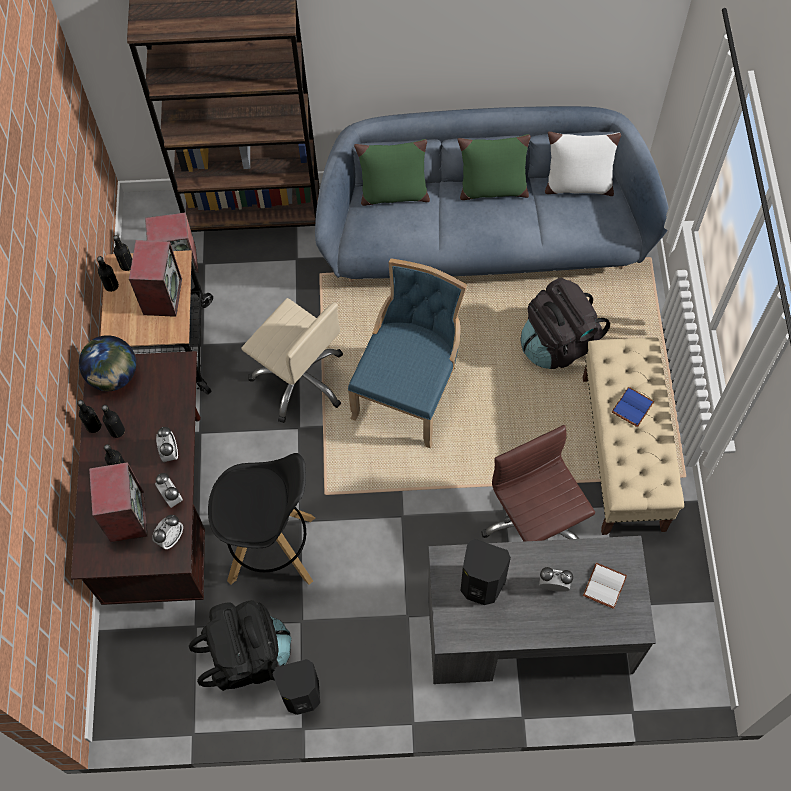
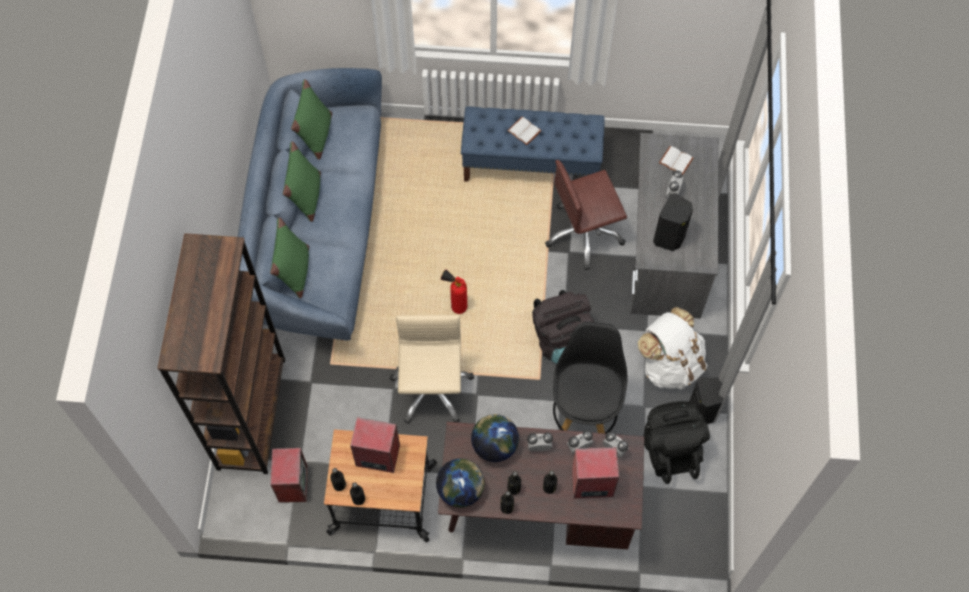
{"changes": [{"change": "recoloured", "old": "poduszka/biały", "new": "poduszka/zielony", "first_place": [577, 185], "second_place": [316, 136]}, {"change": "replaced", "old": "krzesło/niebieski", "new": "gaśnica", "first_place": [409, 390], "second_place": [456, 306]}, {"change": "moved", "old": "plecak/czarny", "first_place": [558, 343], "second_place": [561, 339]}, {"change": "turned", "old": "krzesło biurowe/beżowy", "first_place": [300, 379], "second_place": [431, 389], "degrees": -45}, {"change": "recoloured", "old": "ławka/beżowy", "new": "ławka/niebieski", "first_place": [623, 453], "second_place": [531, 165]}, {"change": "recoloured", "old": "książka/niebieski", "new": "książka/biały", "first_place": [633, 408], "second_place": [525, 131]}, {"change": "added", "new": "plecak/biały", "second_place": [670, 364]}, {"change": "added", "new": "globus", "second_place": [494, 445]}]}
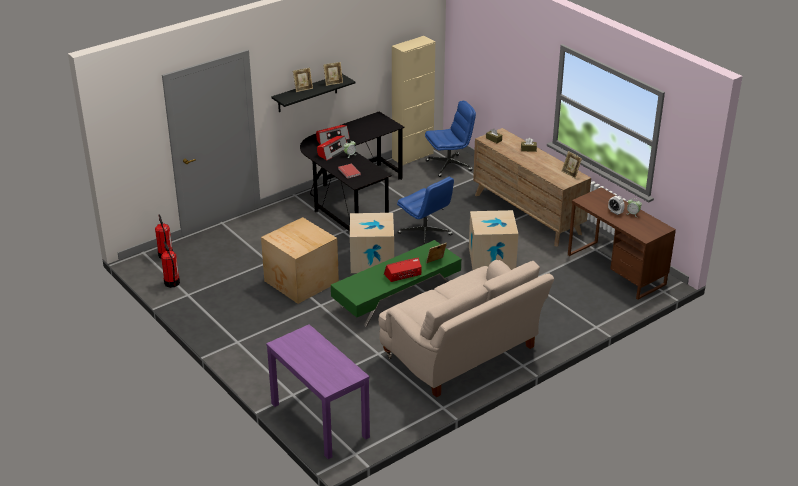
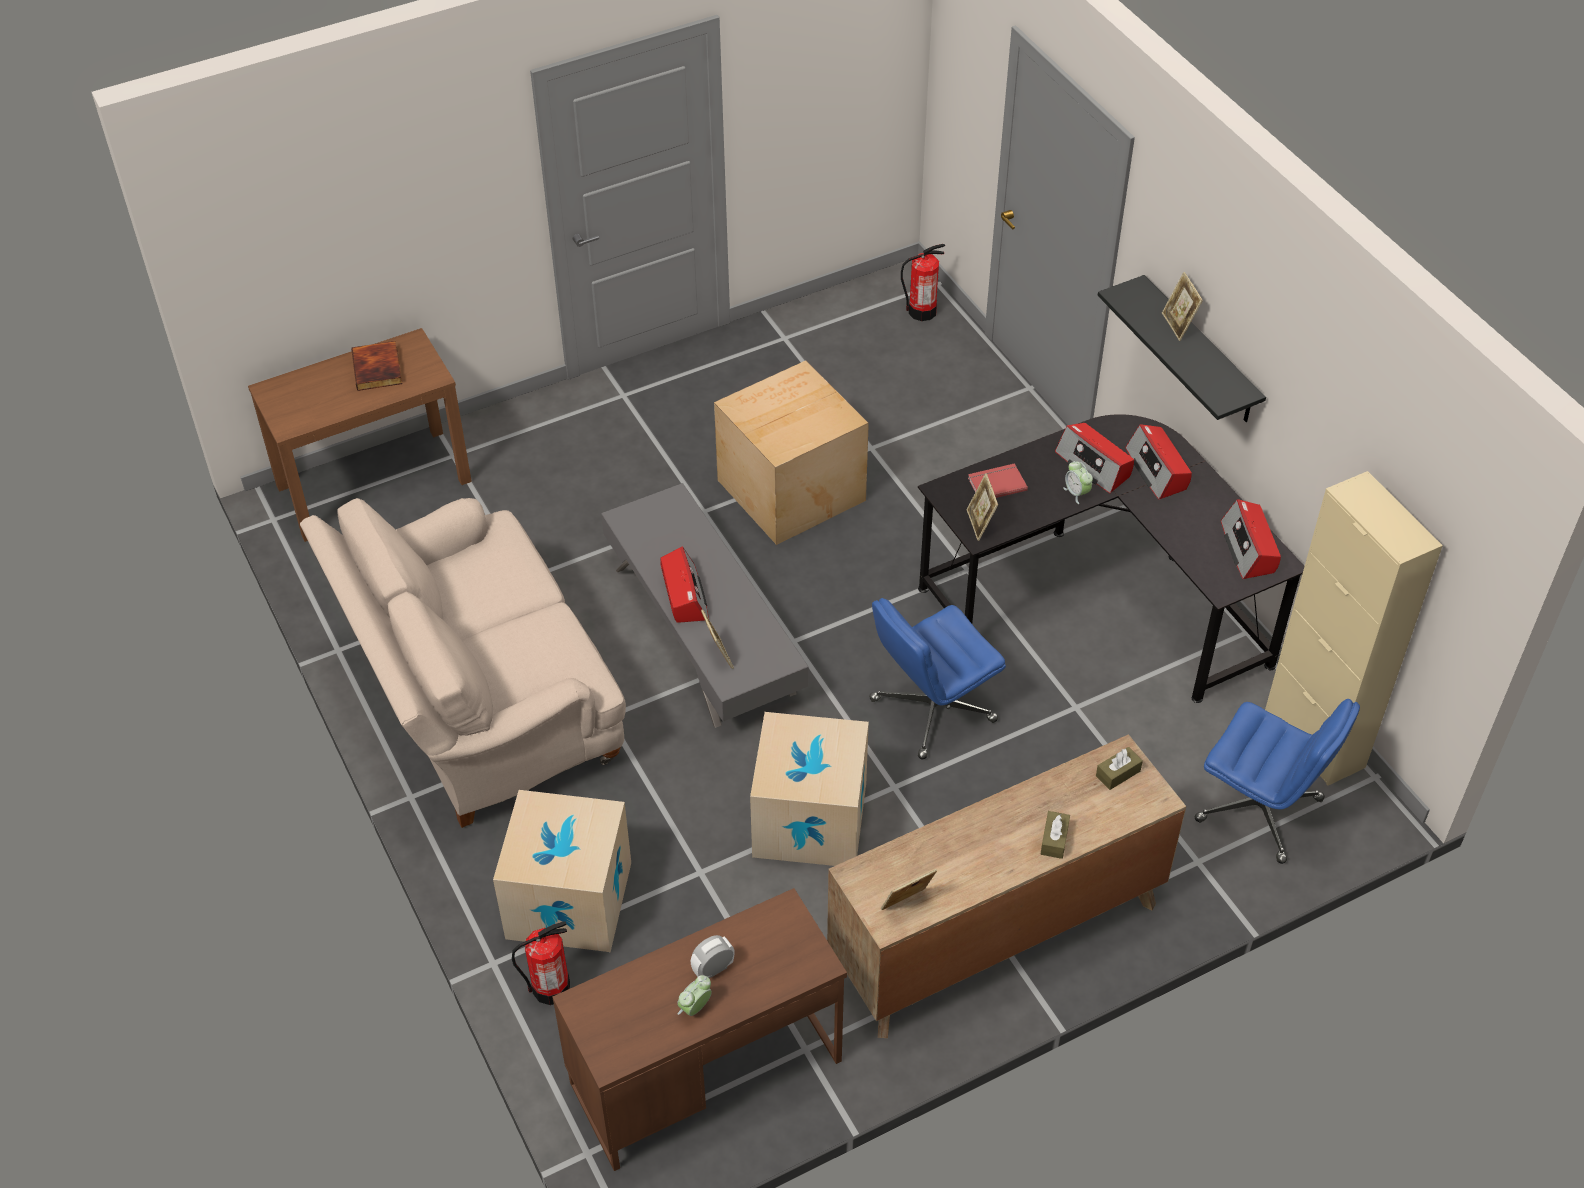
{"changes": [{"change": "moved", "old": "ramka na zdjęcie", "first_place": [333, 83], "second_place": [980, 524]}, {"change": "turned", "old": "krzesło biurowe/niebieski", "first_place": [449, 165], "second_place": [1260, 810], "degrees": -45}, {"change": "moved", "old": "karton", "first_place": [372, 260], "second_place": [569, 900]}, {"change": "recoloured", "old": "ława/zielony", "new": "ława/szary", "first_place": [397, 296], "second_place": [702, 629]}, {"change": "moved", "old": "gaśnica", "first_place": [172, 283], "second_place": [550, 988]}, {"change": "recoloured", "old": "stolik konsolowy/fioletowy", "new": "stolik konsolowy/brązowy", "first_place": [319, 420], "second_place": [374, 483]}, {"change": "added", "new": "książka", "second_place": [378, 369]}, {"change": "added", "new": "radio", "second_place": [1249, 548]}]}
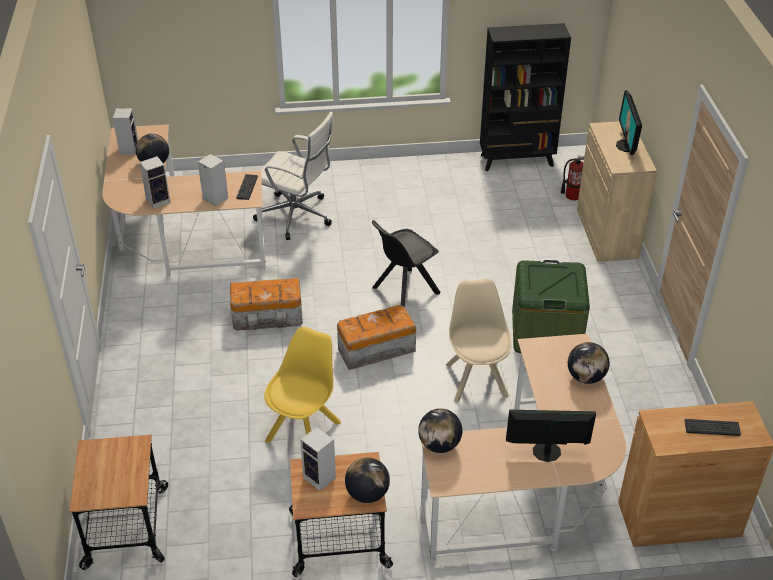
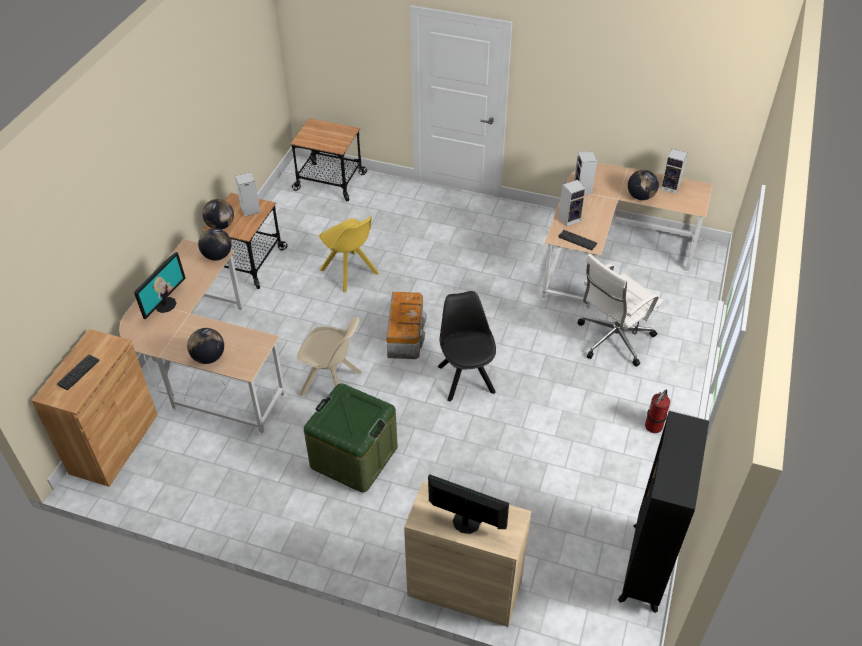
{"changes": [{"change": "moved", "old": "gaśnica", "first_place": [573, 195], "second_place": [654, 426]}, {"change": "removed", "old": "pojemnik do przechowywania", "first_place": [268, 316]}]}
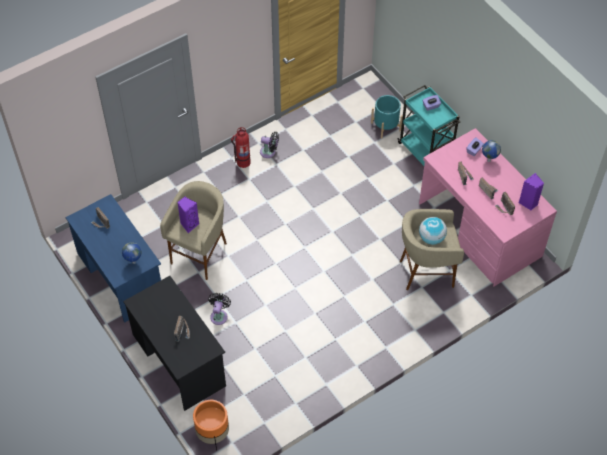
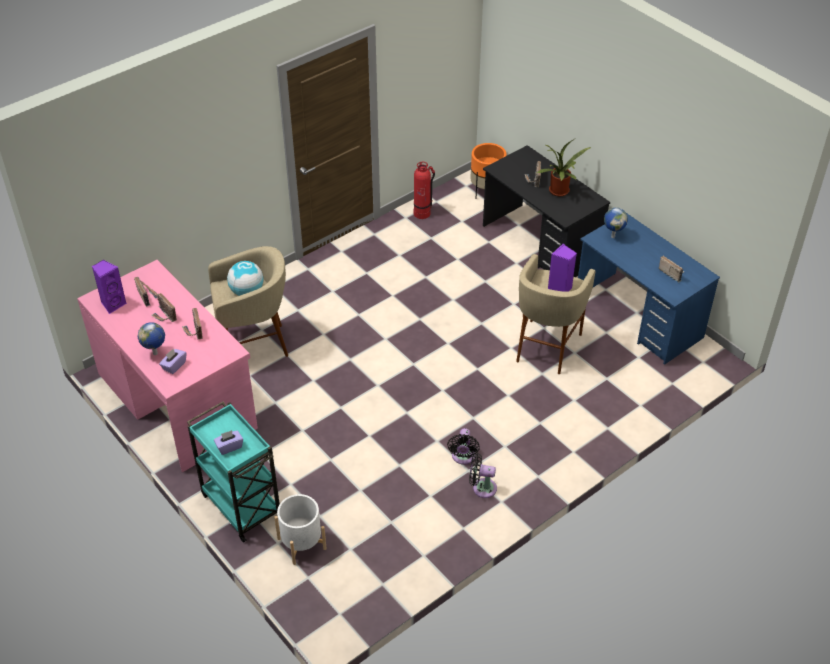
{"changes": [{"change": "recoloured", "old": "donica/turkusowy", "new": "donica/biały", "first_place": [385, 126], "second_place": [301, 543]}, {"change": "moved", "old": "gaśnica", "first_place": [243, 162], "second_place": [422, 213]}, {"change": "moved", "old": "wentylator/czarny", "first_place": [219, 315], "second_place": [463, 457]}, {"change": "added", "new": "roślina doniczkowa", "second_place": [559, 192]}]}
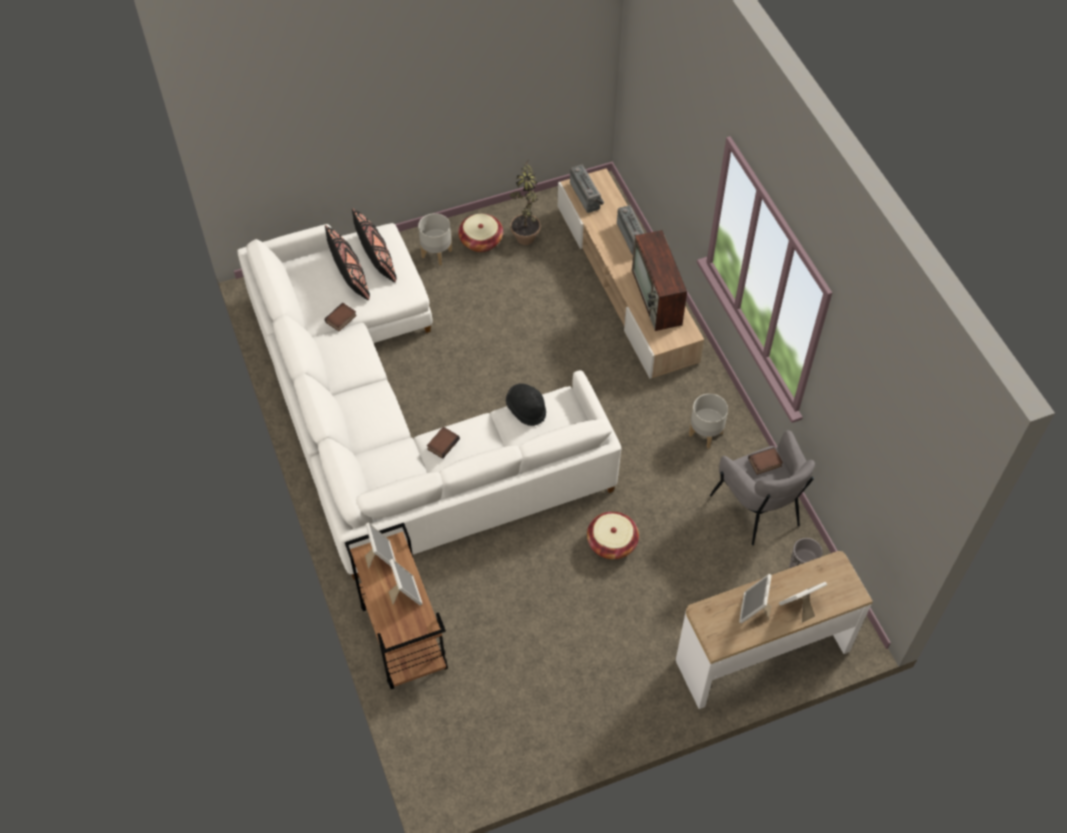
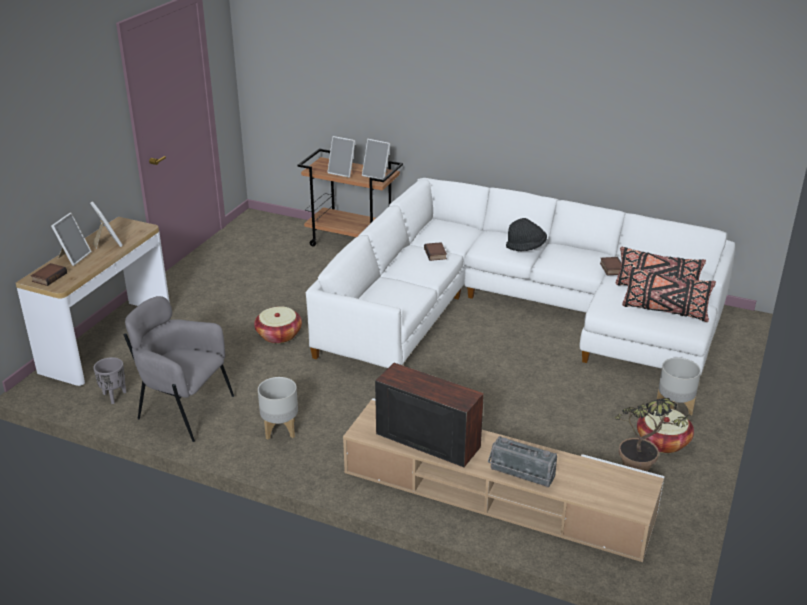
{"changes": [{"change": "removed", "old": "radio", "first_place": [587, 195]}, {"change": "moved", "old": "kapelusz/czarny", "first_place": [526, 409], "second_place": [526, 247]}, {"change": "moved", "old": "książka", "first_place": [765, 463], "second_place": [49, 277]}]}
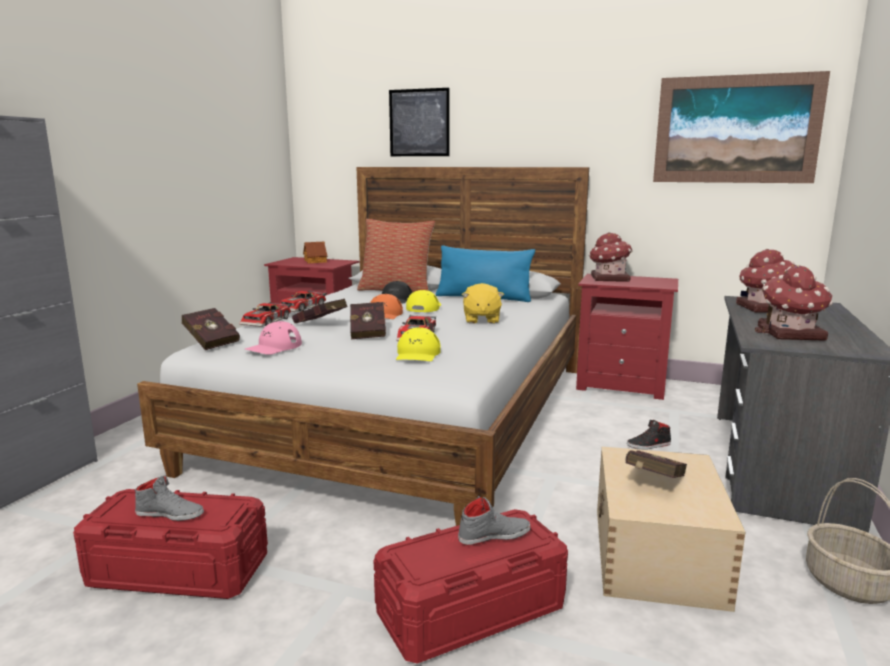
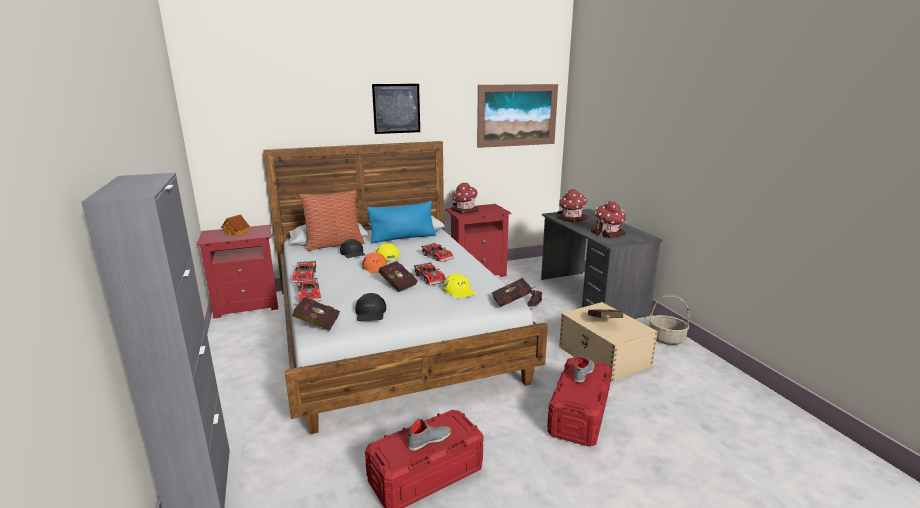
{"changes": [{"change": "moved", "old": "obraz", "first_place": [419, 123], "second_place": [396, 108]}, {"change": "replaced", "old": "pluszak/żółty", "new": "samochodzik", "first_place": [481, 320], "second_place": [438, 256]}, {"change": "moved", "old": "książka/czerwony", "first_place": [321, 324], "second_place": [513, 302]}, {"change": "recoloured", "old": "czapka z daszkiem/różowy", "new": "czapka z daszkiem/czarny", "first_place": [274, 347], "second_place": [370, 313]}]}
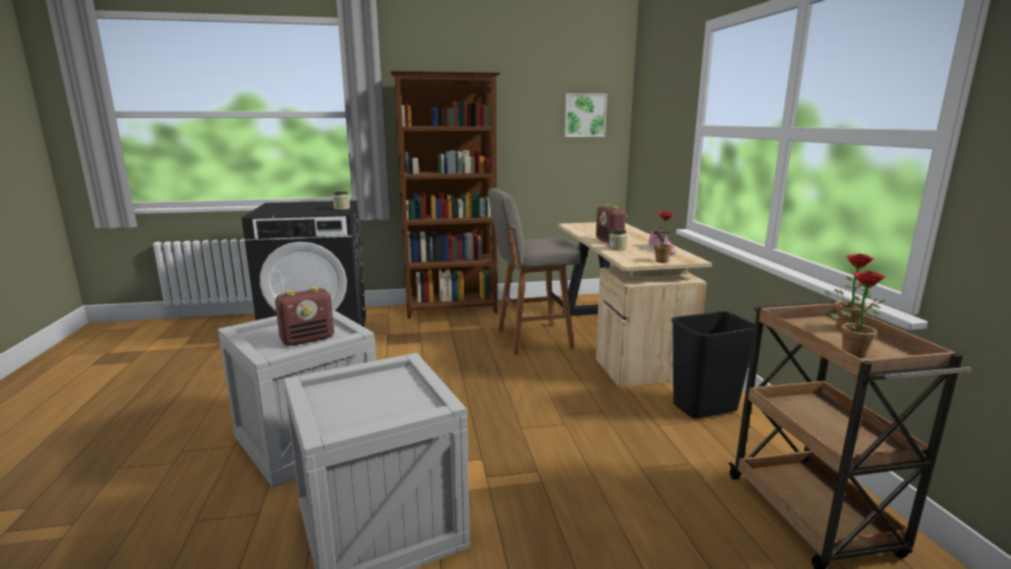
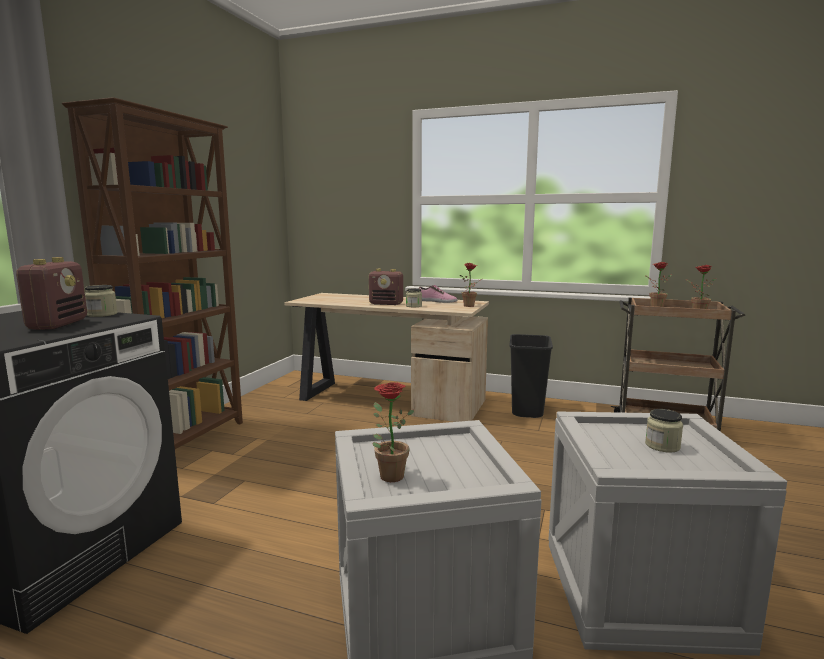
{"changes": [{"change": "removed", "old": "obraz", "first_place": [584, 115]}, {"change": "removed", "old": "stołek/szary", "first_place": [531, 339]}, {"change": "moved", "old": "radio", "first_place": [308, 339], "second_place": [58, 325]}, {"change": "added", "new": "roślina doniczkowa", "second_place": [388, 474]}, {"change": "added", "new": "słoik", "second_place": [662, 446]}]}
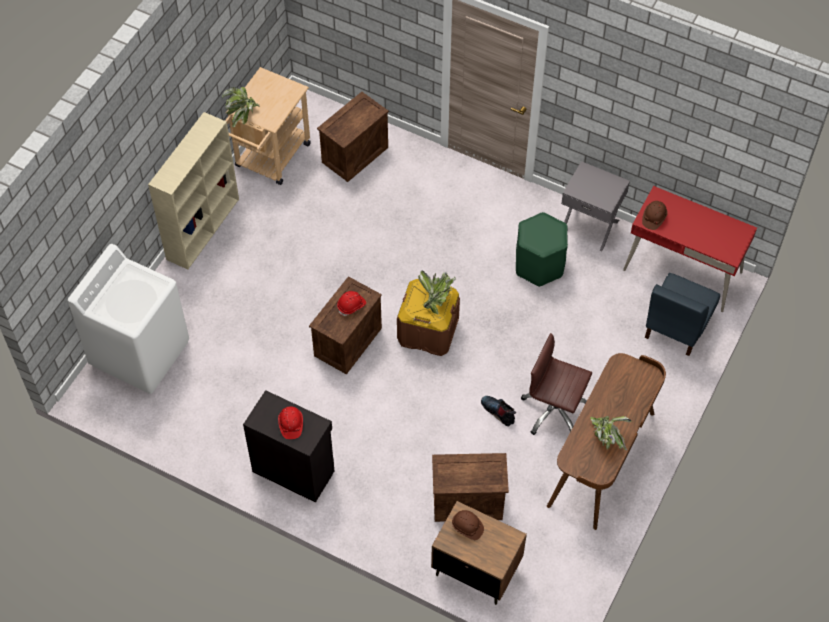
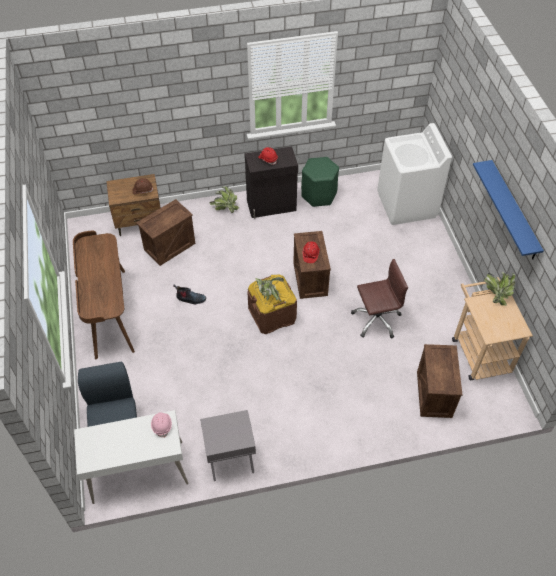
{"changes": [{"change": "removed", "old": "regał/beżowy", "first_place": [203, 228]}, {"change": "recoloured", "old": "biurko/czerwony", "new": "biurko/biały", "first_place": [682, 271], "second_place": [138, 472]}, {"change": "recoloured", "old": "kask/brązowy", "new": "kask/różowy", "first_place": [653, 218], "second_place": [162, 425]}, {"change": "moved", "old": "stołek/zielony", "first_place": [539, 265], "second_place": [318, 195]}, {"change": "moved", "old": "krzesło biurowe/brązowy", "first_place": [554, 411], "second_place": [376, 319]}, {"change": "moved", "old": "roślina doniczkowa", "first_place": [606, 438], "second_place": [225, 208]}, {"change": "added", "new": "półka/niebieski", "second_place": [513, 211]}]}
